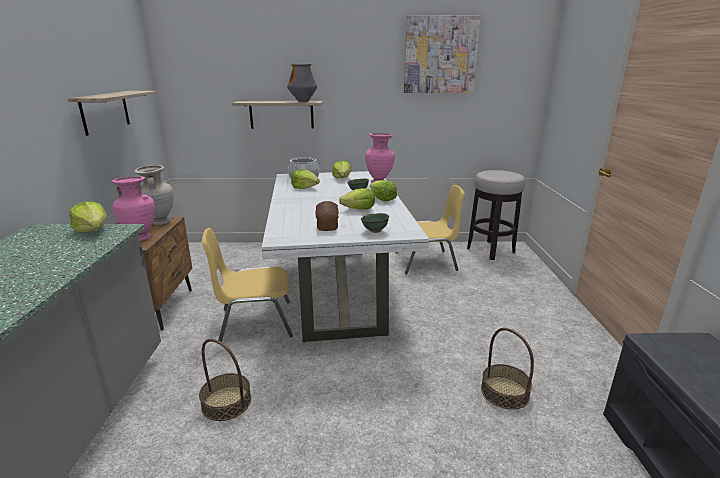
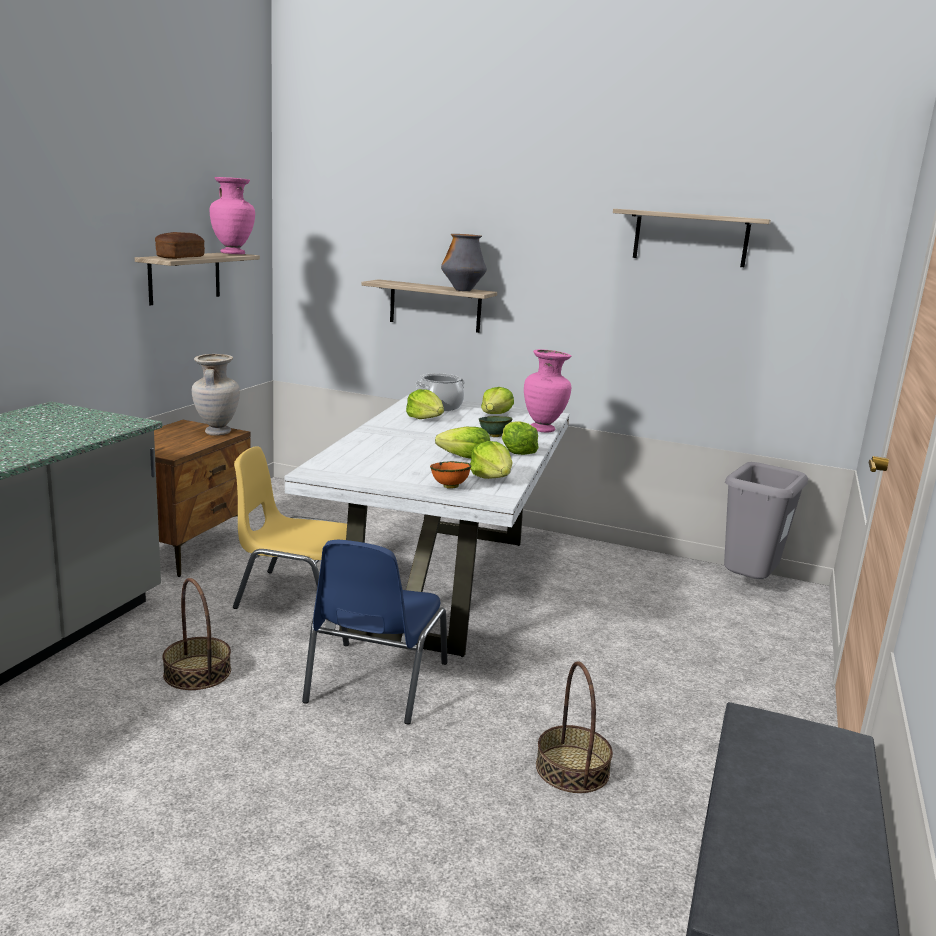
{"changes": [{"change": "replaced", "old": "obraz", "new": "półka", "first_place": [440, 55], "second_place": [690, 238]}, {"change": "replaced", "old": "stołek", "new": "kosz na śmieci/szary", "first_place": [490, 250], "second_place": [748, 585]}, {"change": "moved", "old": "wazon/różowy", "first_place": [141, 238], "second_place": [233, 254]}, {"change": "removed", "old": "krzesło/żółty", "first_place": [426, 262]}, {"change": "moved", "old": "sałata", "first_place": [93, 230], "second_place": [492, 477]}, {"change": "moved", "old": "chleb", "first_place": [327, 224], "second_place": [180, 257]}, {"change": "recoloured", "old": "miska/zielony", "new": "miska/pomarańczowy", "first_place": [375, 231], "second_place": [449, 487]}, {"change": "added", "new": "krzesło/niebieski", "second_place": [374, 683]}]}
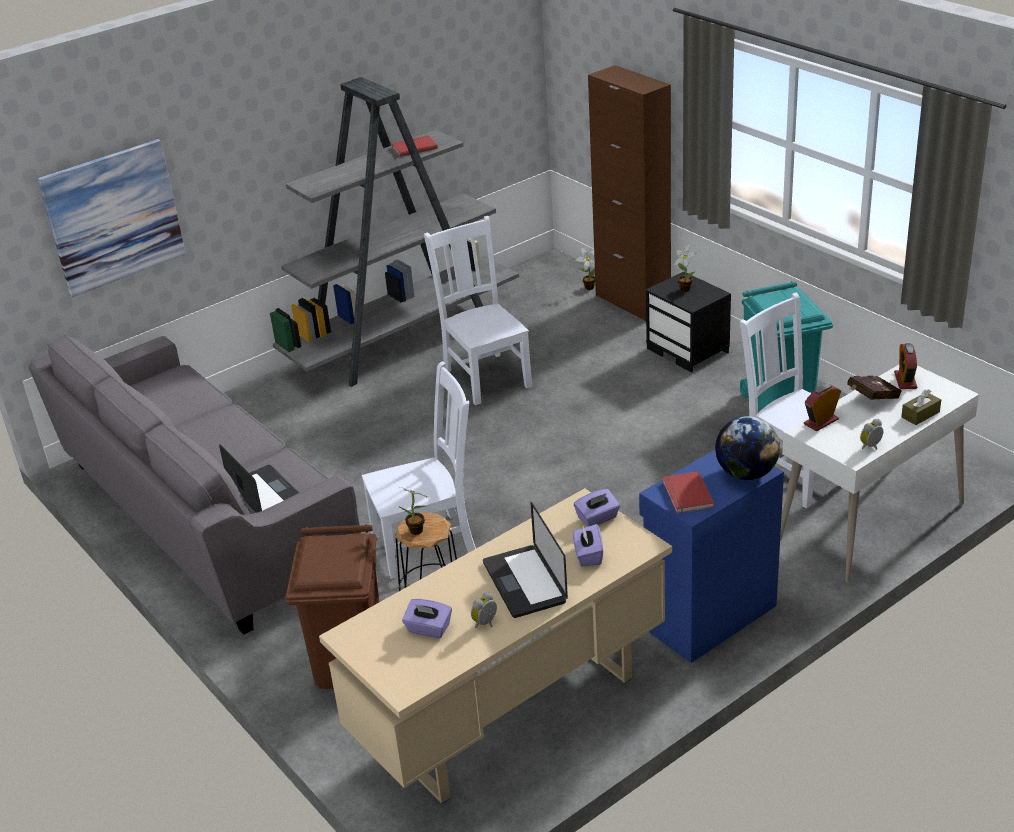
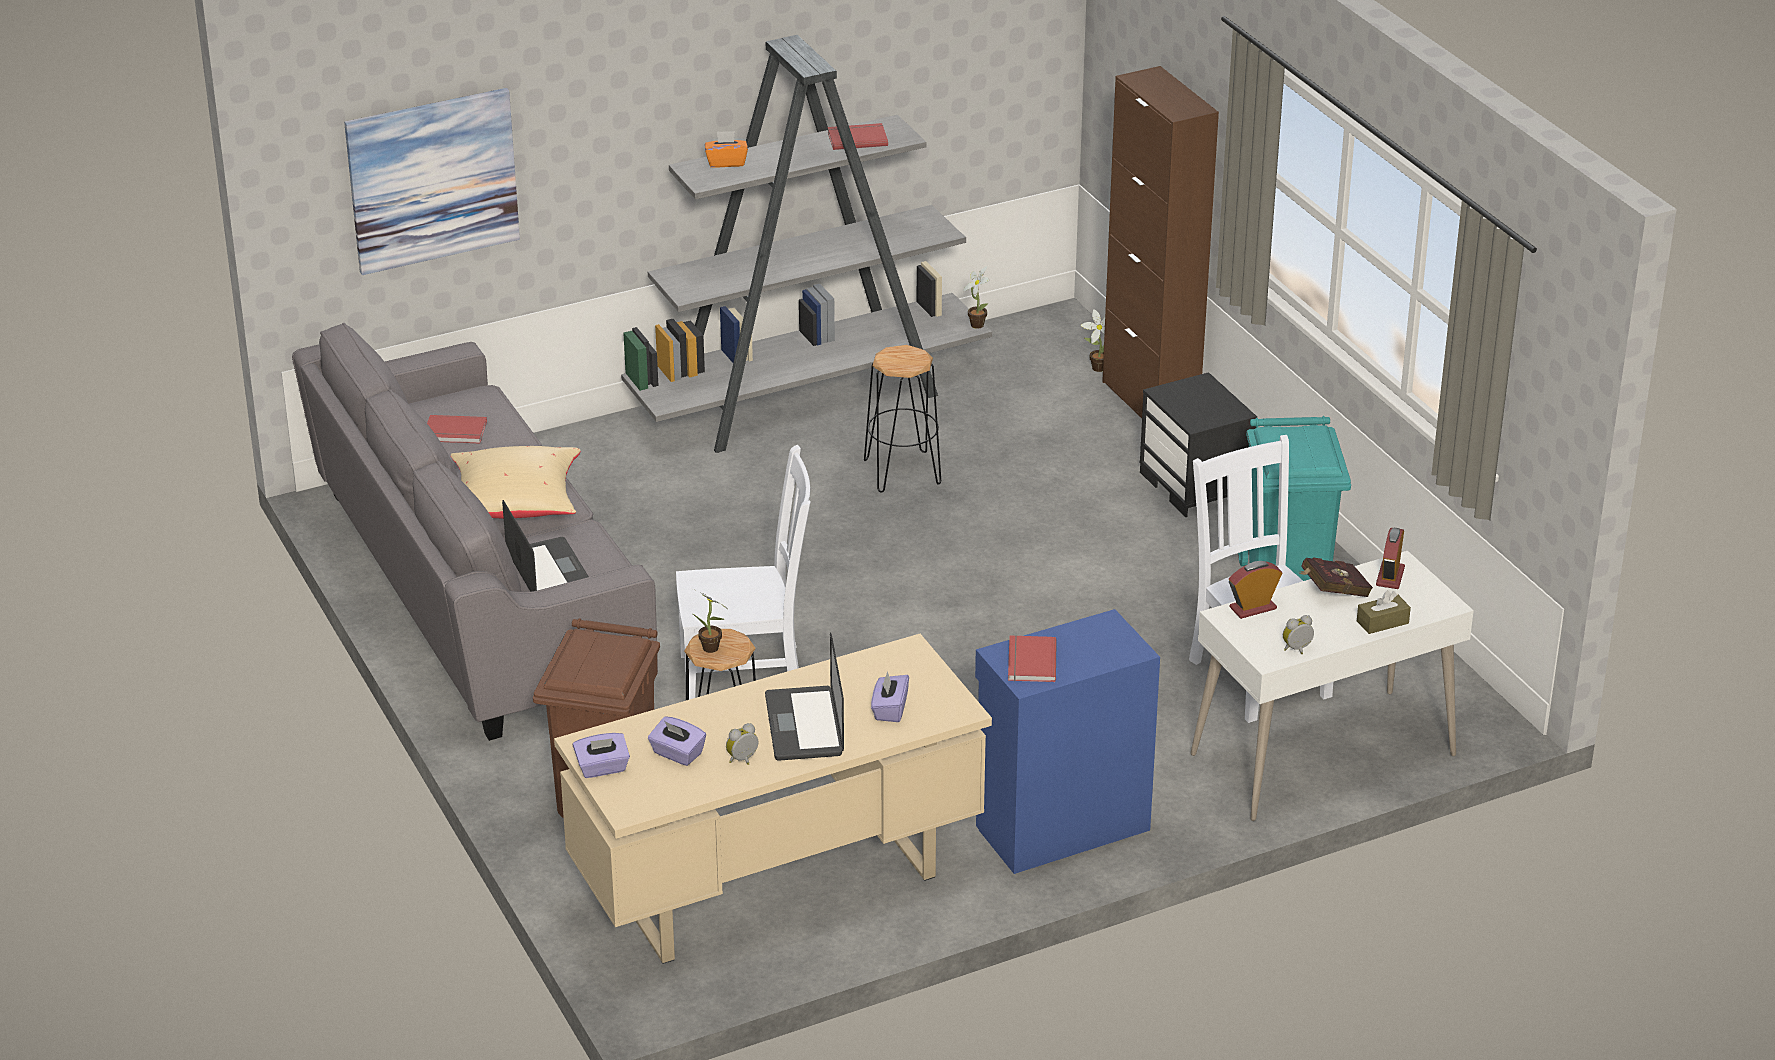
{"changes": [{"change": "replaced", "old": "krzesło/biały", "new": "stołek/czarny", "first_place": [486, 376], "second_place": [903, 472]}, {"change": "moved", "old": "roślina doniczkowa", "first_place": [684, 288], "second_place": [977, 324]}, {"change": "removed", "old": "globus", "first_place": [746, 473]}, {"change": "moved", "old": "pudełko chusteczek/fioletowy", "first_place": [597, 518], "second_place": [602, 768]}, {"change": "added", "new": "pudełko chusteczek/pomarańczowy", "second_place": [726, 162]}, {"change": "added", "new": "książka/czerwony", "second_place": [455, 432]}, {"change": "added", "new": "poduszka/beżowy", "second_place": [516, 505]}]}
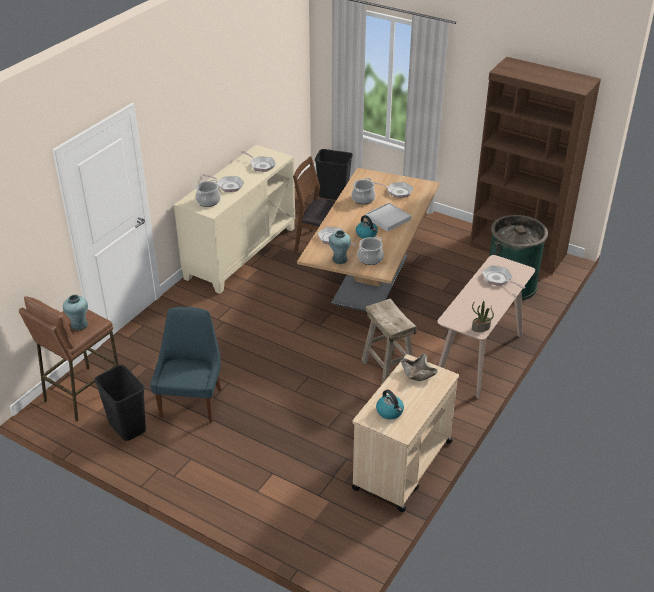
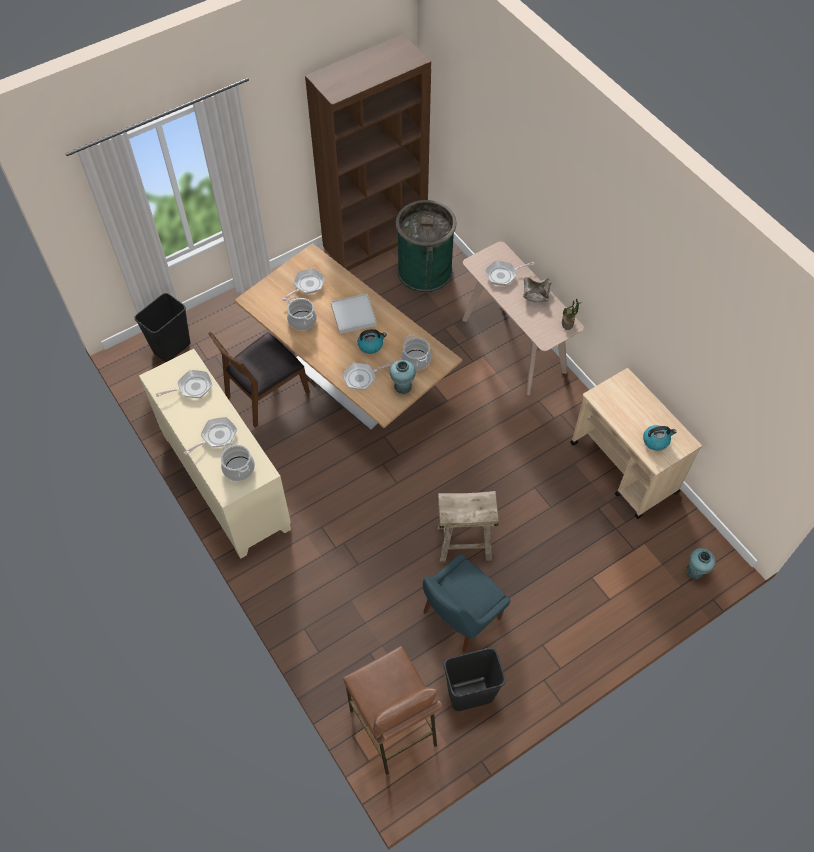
{"changes": [{"change": "moved", "old": "wazon/turkusowy", "first_place": [79, 325], "second_place": [695, 571]}, {"change": "moved", "old": "stołek/beżowy", "first_place": [388, 369], "second_place": [464, 542]}, {"change": "turned", "old": "krzesło/niebieski", "first_place": [192, 401], "second_place": [459, 617], "degrees": -75}, {"change": "moved", "old": "miska/beżowy", "first_place": [418, 373], "second_place": [536, 294]}]}
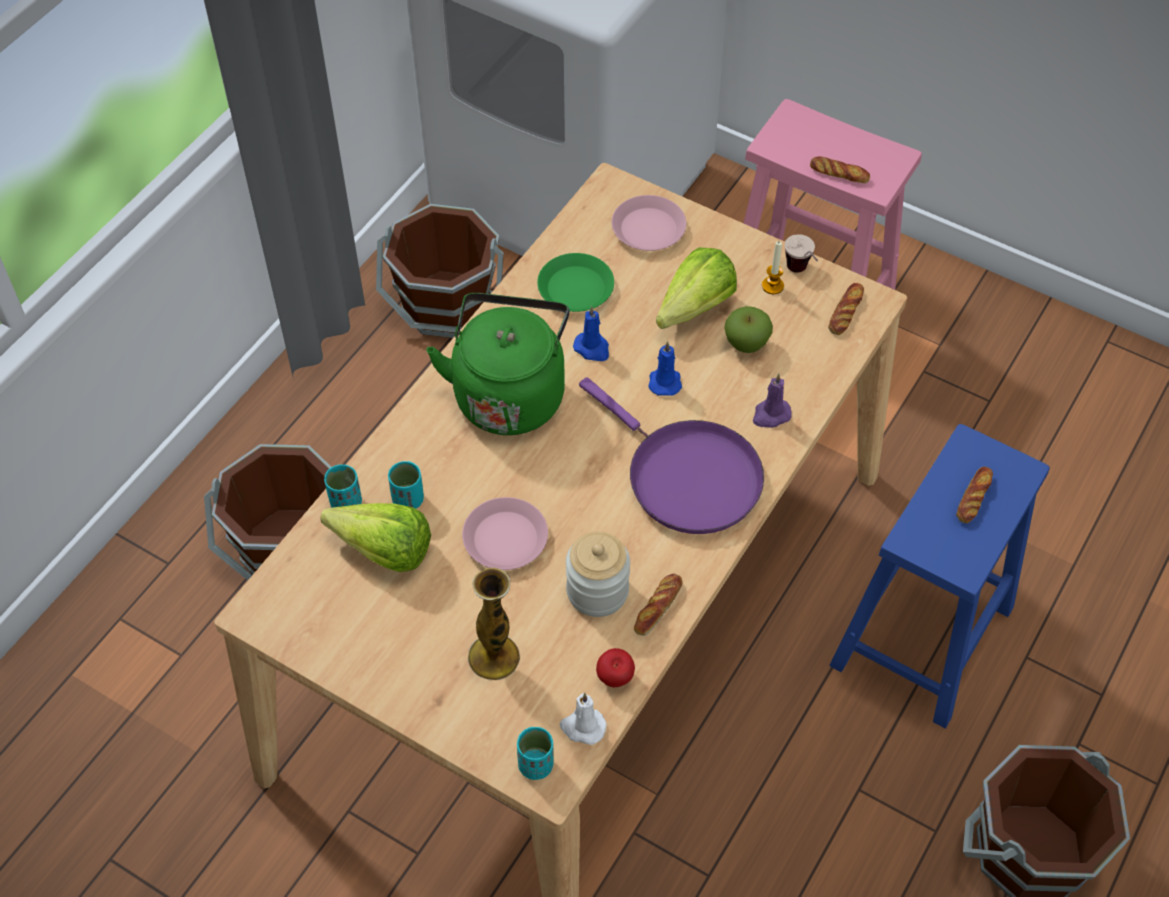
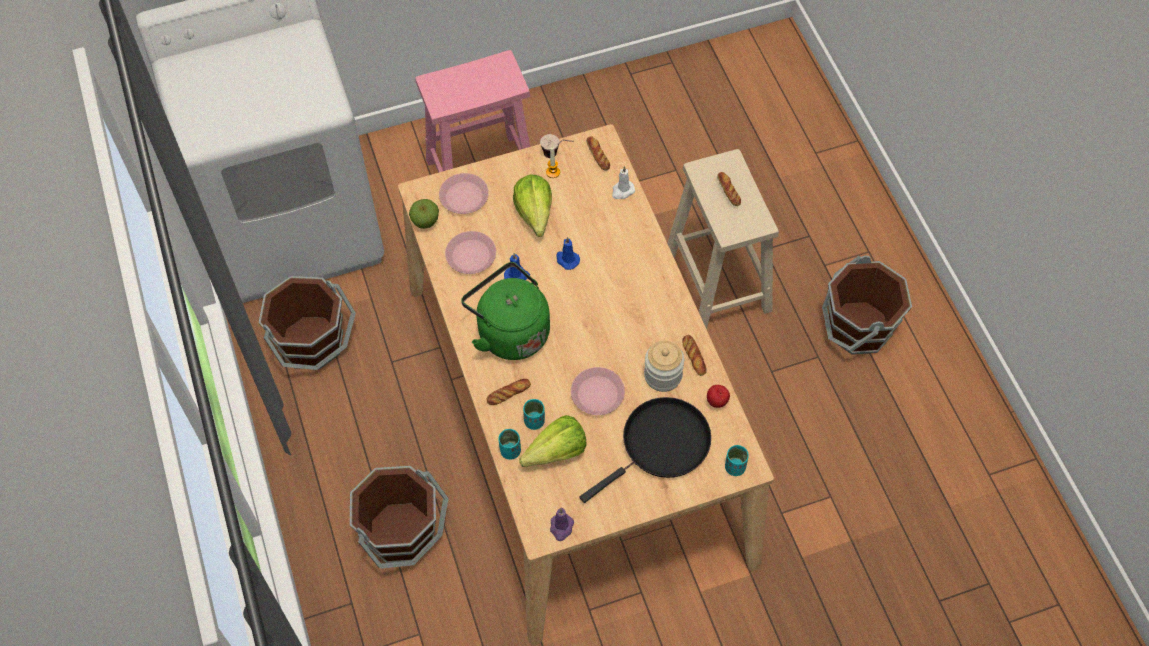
{"changes": [{"change": "moved", "old": "chleb", "first_place": [839, 173], "second_place": [508, 393]}, {"change": "recoloured", "old": "talerz/zielony", "new": "talerz/różowy", "first_place": [575, 288], "second_place": [471, 256]}, {"change": "moved", "old": "jabłko", "first_place": [746, 344], "second_place": [425, 222]}, {"change": "moved", "old": "świeca/fioletowy", "first_place": [770, 415], "second_place": [561, 528]}, {"change": "removed", "old": "patelnia/fioletowy", "first_place": [687, 477]}, {"change": "recoloured", "old": "stołek/niebieski", "new": "stołek/beżowy", "first_place": [921, 639], "second_place": [718, 284]}, {"change": "replaced", "old": "wazon", "new": "patelnia/czarny", "first_place": [493, 657], "second_place": [661, 445]}, {"change": "moved", "old": "świeca/biały", "first_place": [582, 727], "second_place": [622, 191]}]}
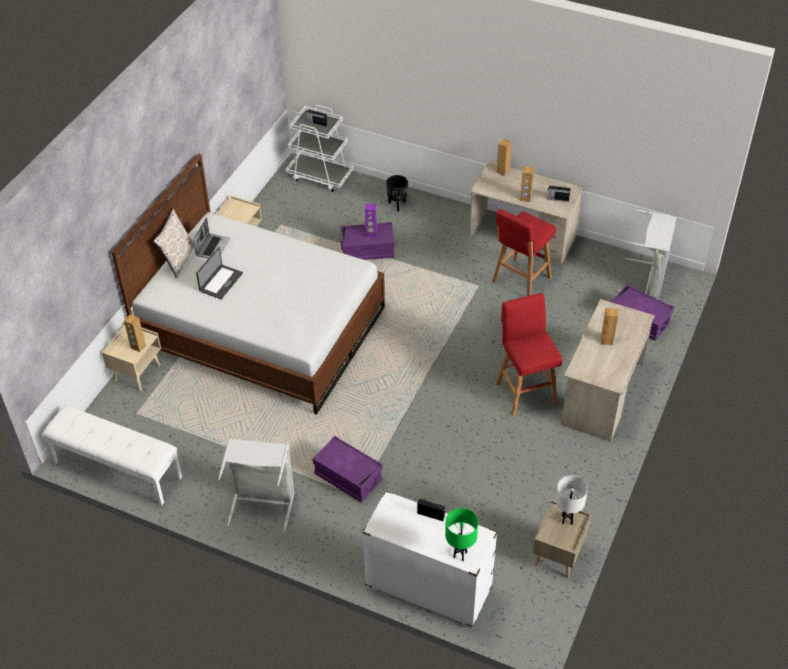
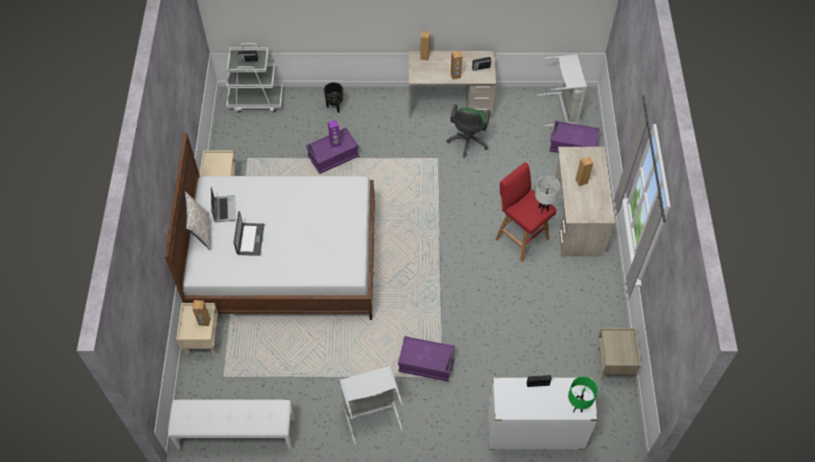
{"changes": [{"change": "replaced", "old": "stołek/czerwony", "new": "krzesło biurowe/zielony", "first_place": [520, 281], "second_place": [467, 142]}, {"change": "moved", "old": "lampa stołowa/biały", "first_place": [567, 519], "second_place": [543, 209]}]}
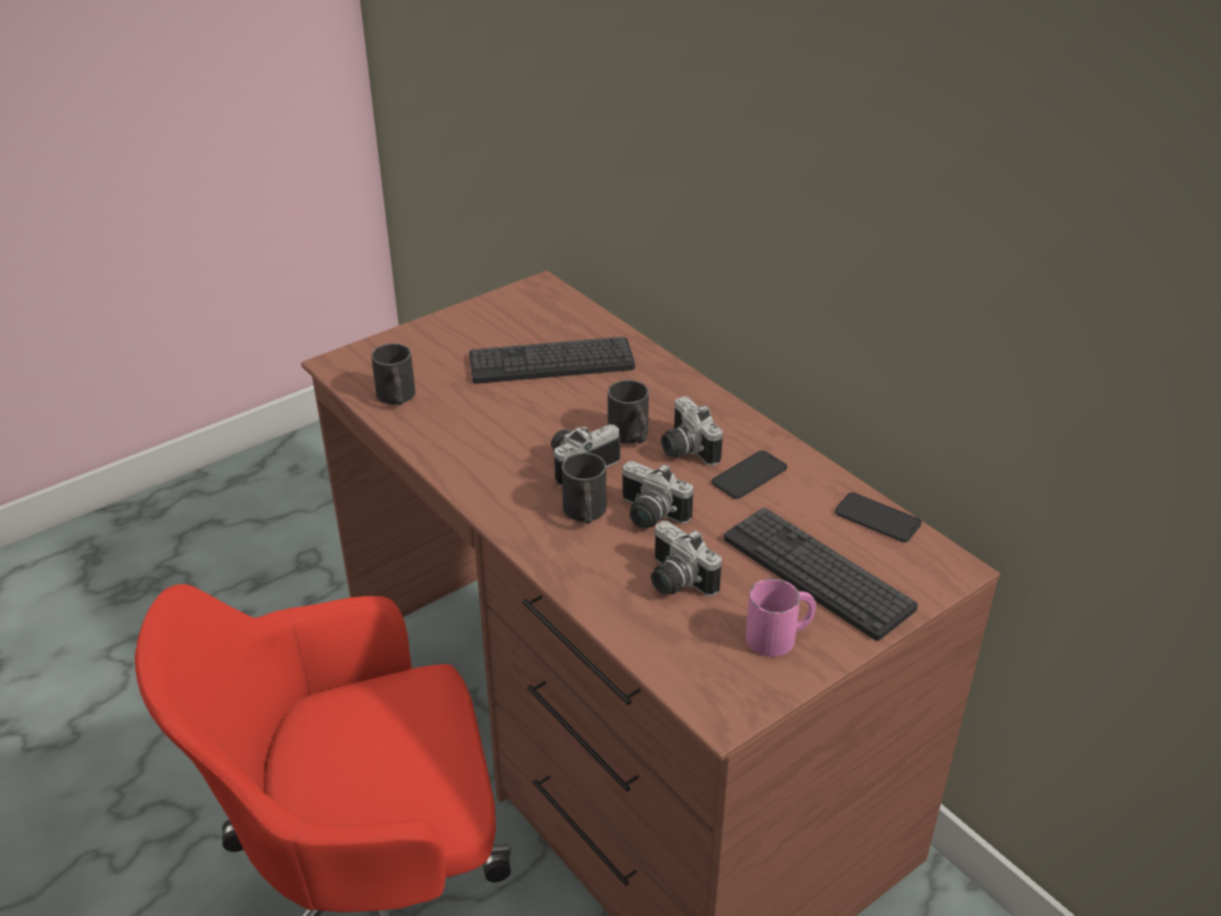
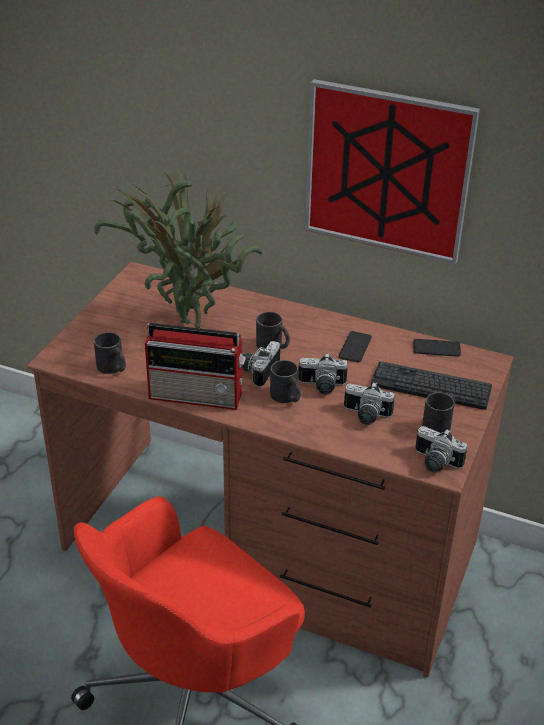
{"changes": [{"change": "replaced", "old": "klawiatura", "new": "roślina doniczkowa", "first_place": [551, 362], "second_place": [188, 317]}, {"change": "moved", "old": "aparat fotograficzny", "first_place": [684, 449], "second_place": [434, 463]}, {"change": "recoloured", "old": "kubek/różowy", "new": "kubek/czarny", "first_place": [780, 636], "second_place": [440, 424]}, {"change": "added", "new": "obraz", "second_place": [387, 171]}, {"change": "added", "new": "radio", "second_place": [198, 395]}]}
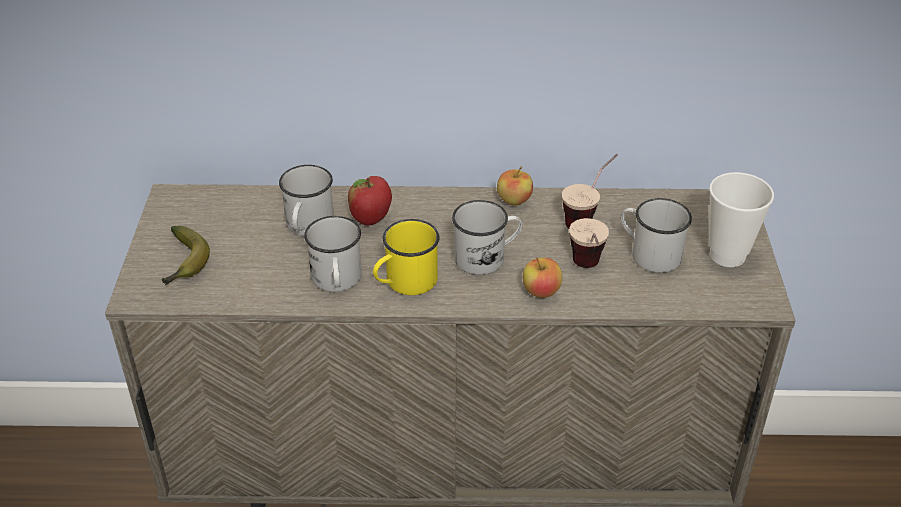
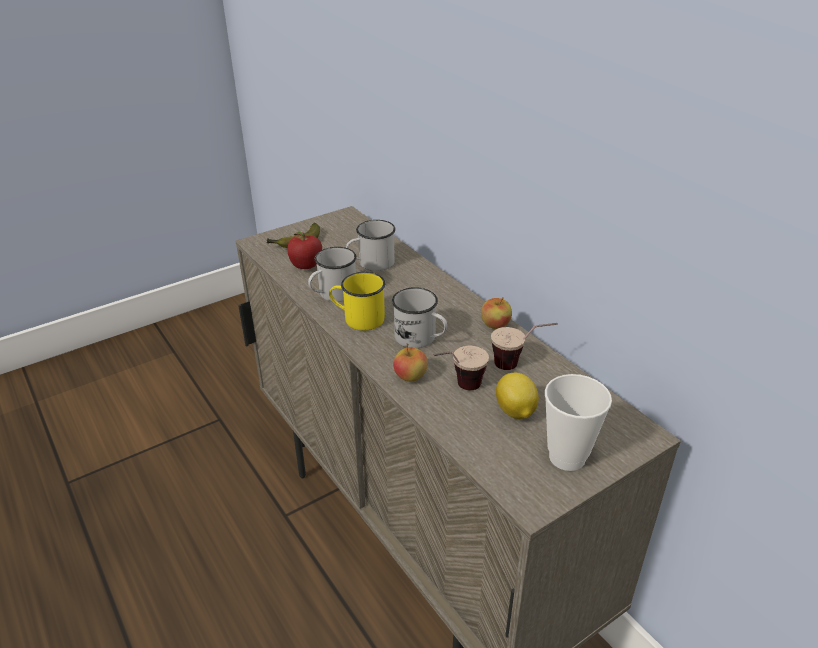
{"changes": [{"change": "moved", "old": "jabłko", "first_place": [371, 220], "second_place": [306, 267]}, {"change": "replaced", "old": "kubek/biały", "new": "cytryna", "first_place": [649, 253], "second_place": [515, 412]}]}
